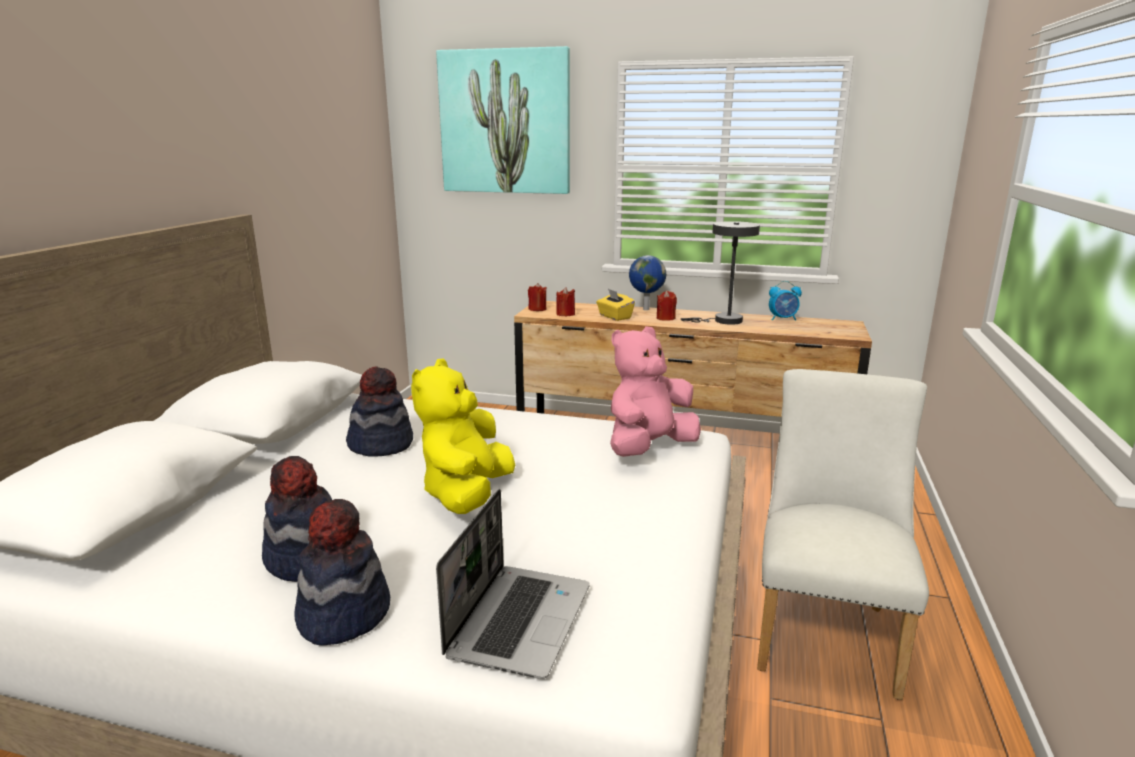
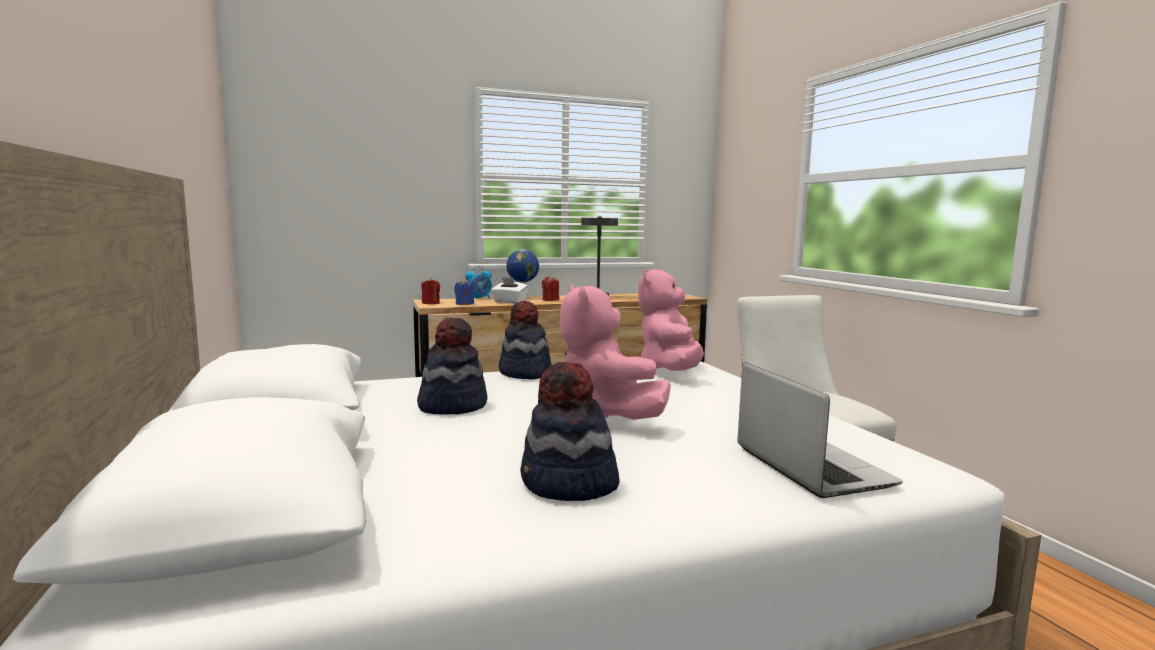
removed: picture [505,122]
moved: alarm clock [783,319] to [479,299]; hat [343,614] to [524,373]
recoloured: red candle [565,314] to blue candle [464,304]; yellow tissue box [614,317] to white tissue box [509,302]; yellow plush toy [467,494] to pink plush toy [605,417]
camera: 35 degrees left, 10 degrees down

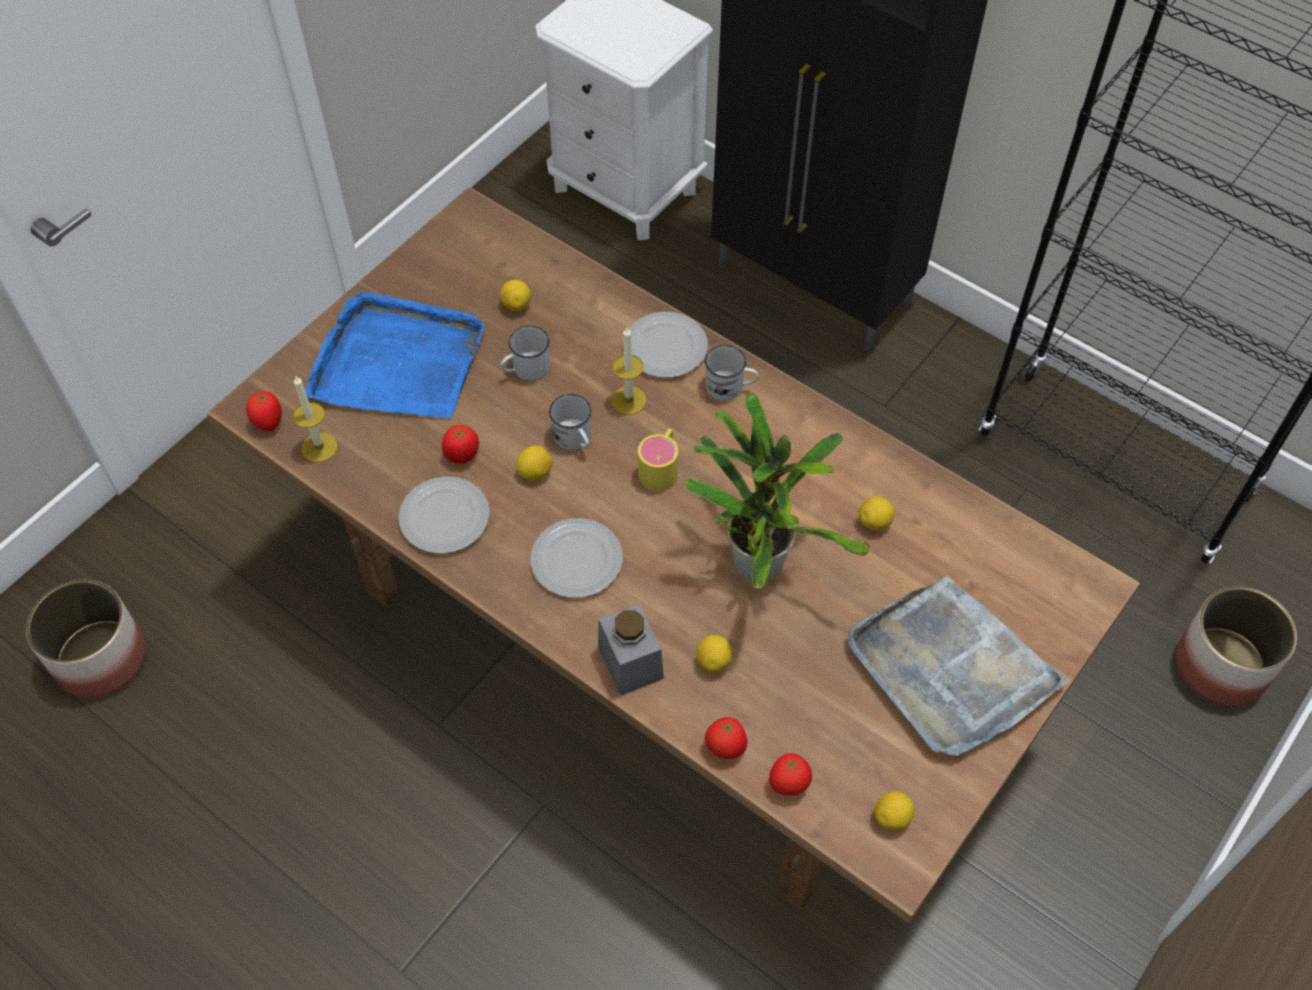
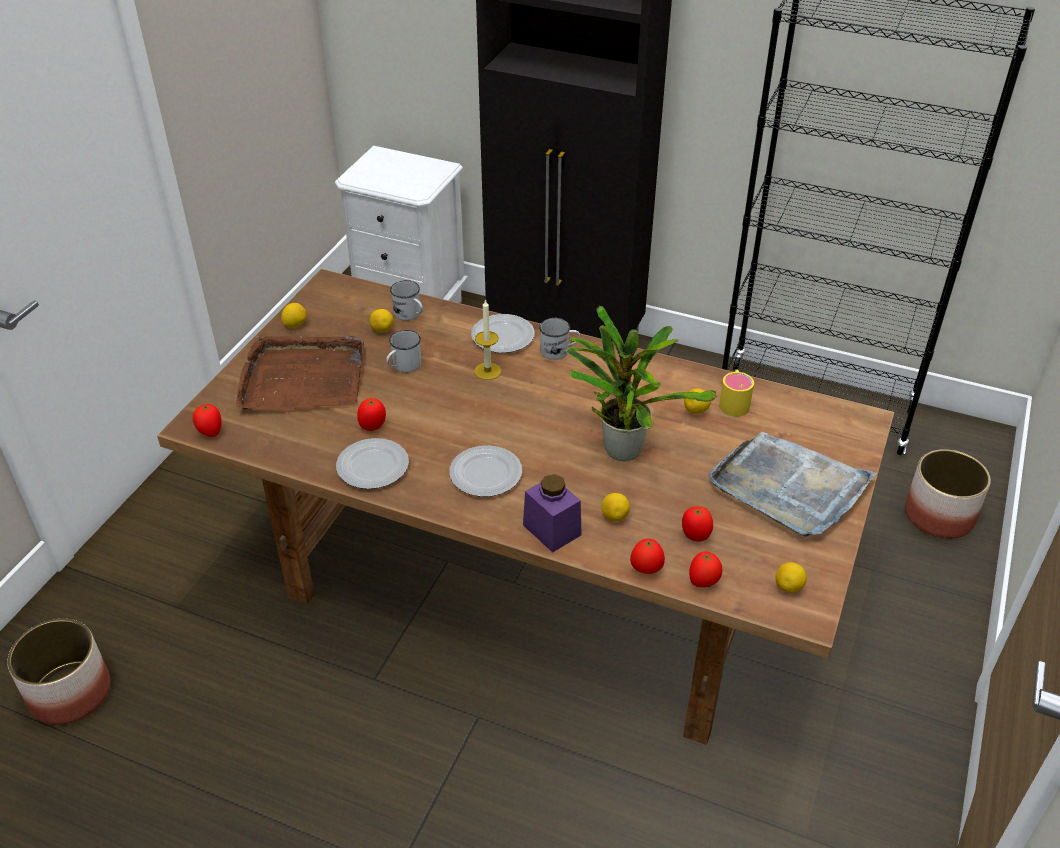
removed: candle [319,447]
added: tomato [695,535]
moved: lemon [535,472] to [295,324]; white mug [575,440] to [410,315]; yellow mug [661,467] to [734,401]
recoloured: blue tray [398,362] to brown tray [302,378]; grey jar [630,662] to purple jar [552,530]
camera: 15 degrees left, 15 degrees down

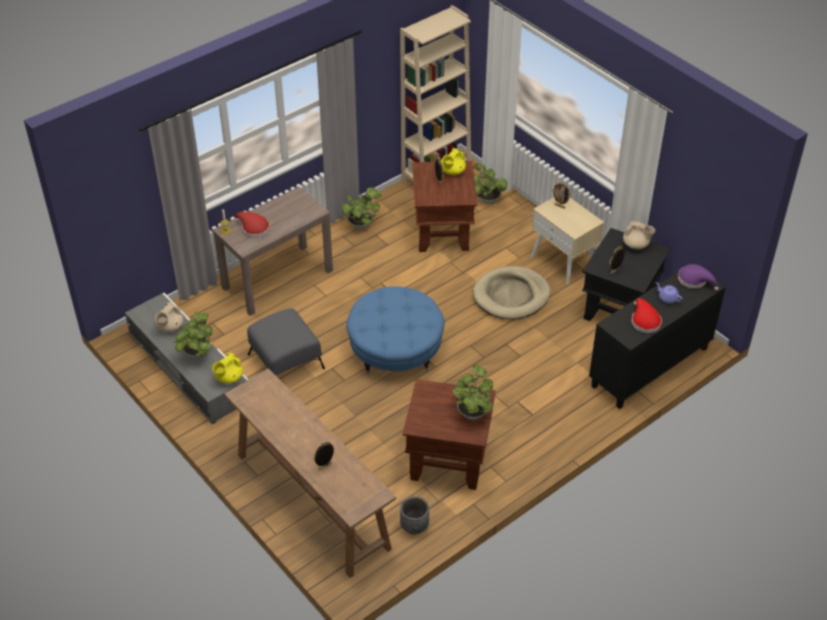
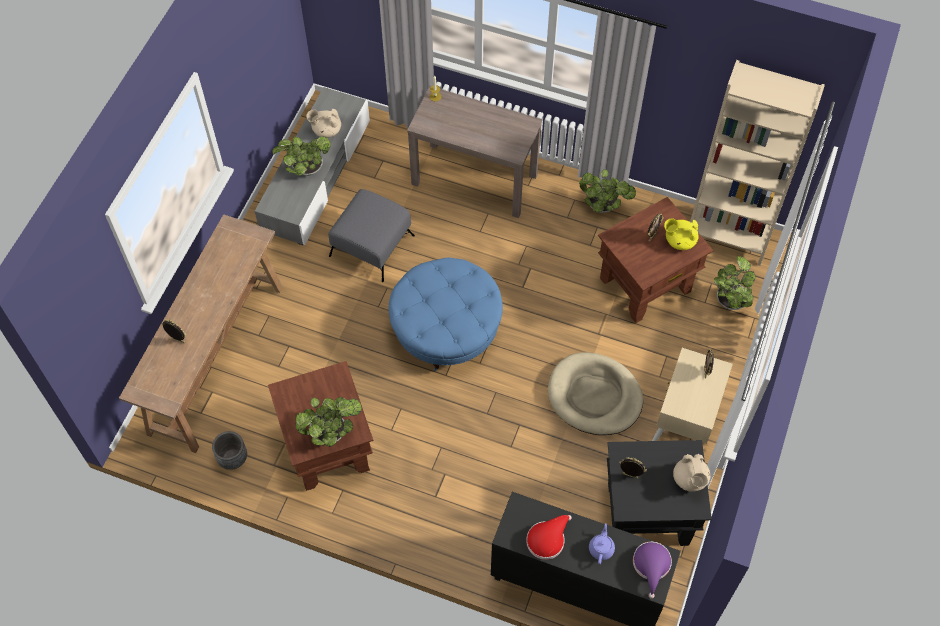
removed: yellow teapot [228,378]; red hat [253,228]
camera: 60 degrees right, 15 degrees up

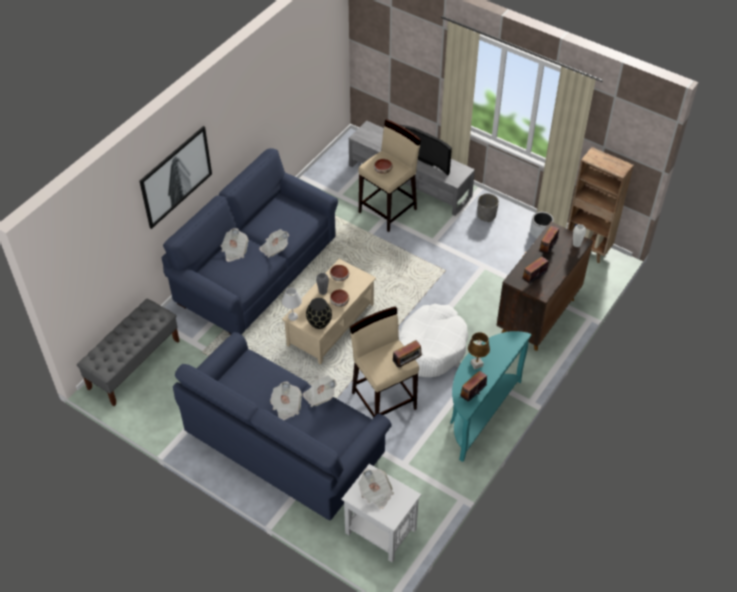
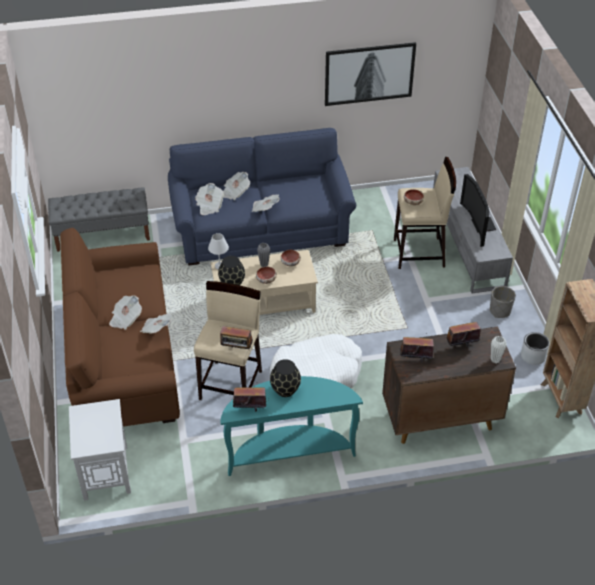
moved: newspaper [376,493] to [209,206]; picture [176,176] to [369,74]
replaced: brown table lamp [476,365] to black vase [285,390]
recoloured: blue sofa [284,444] to brown sofa [124,359]
camera: 45 degrees right, 5 degrees down

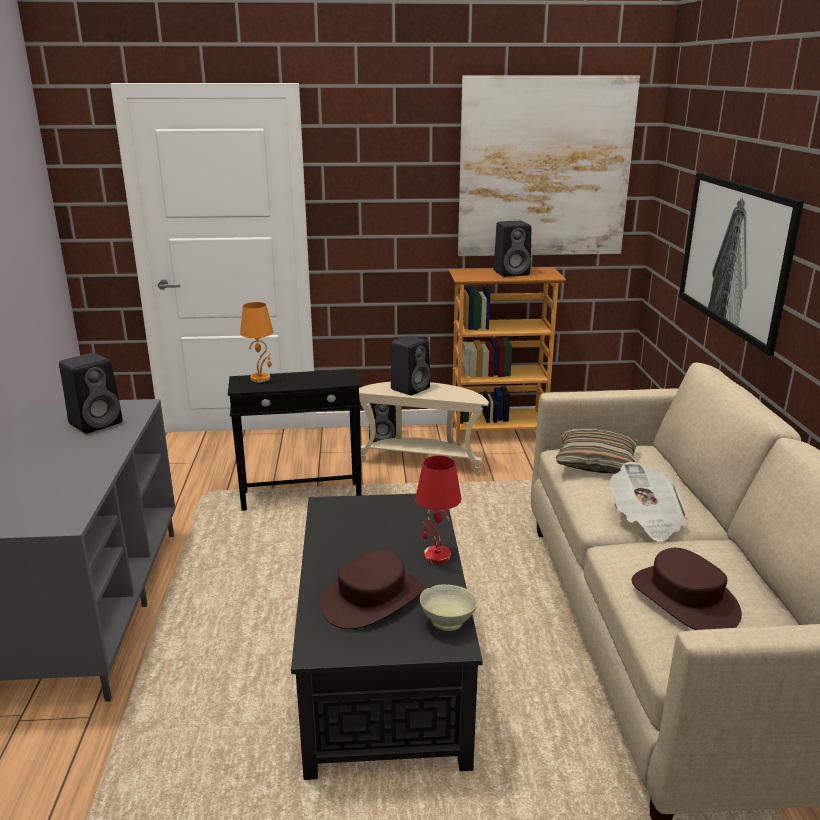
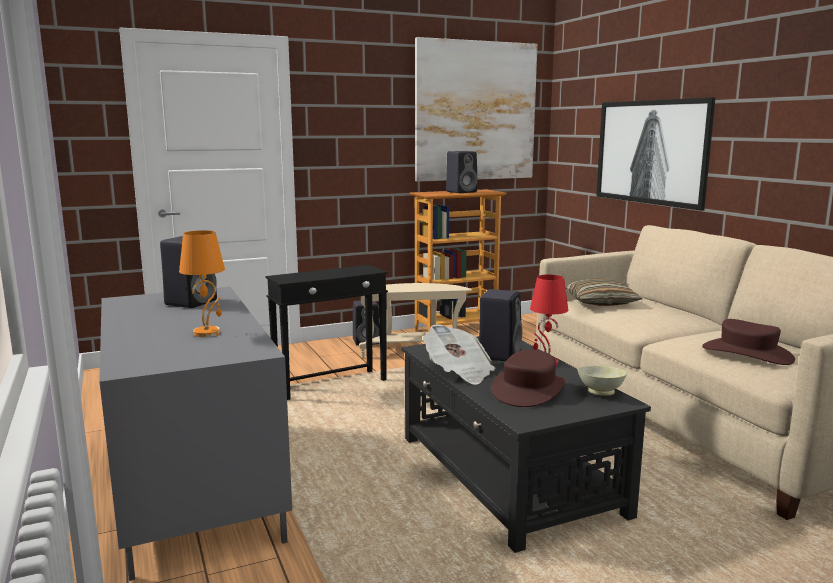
moved: orange table lamp [261,378] to [207,333]; newspaper [646,520] to [459,372]; black speaker [410,388] to [499,354]
camera: 20 degrees left, 10 degrees down

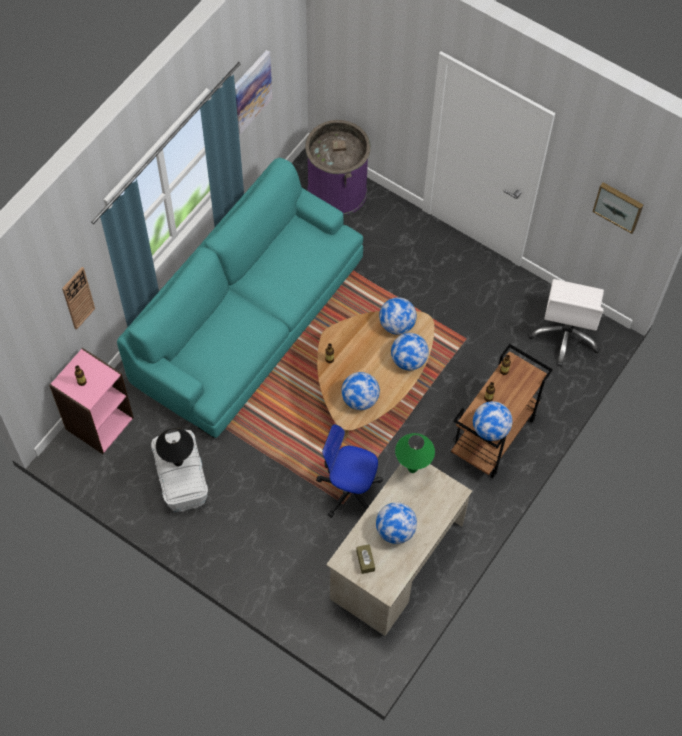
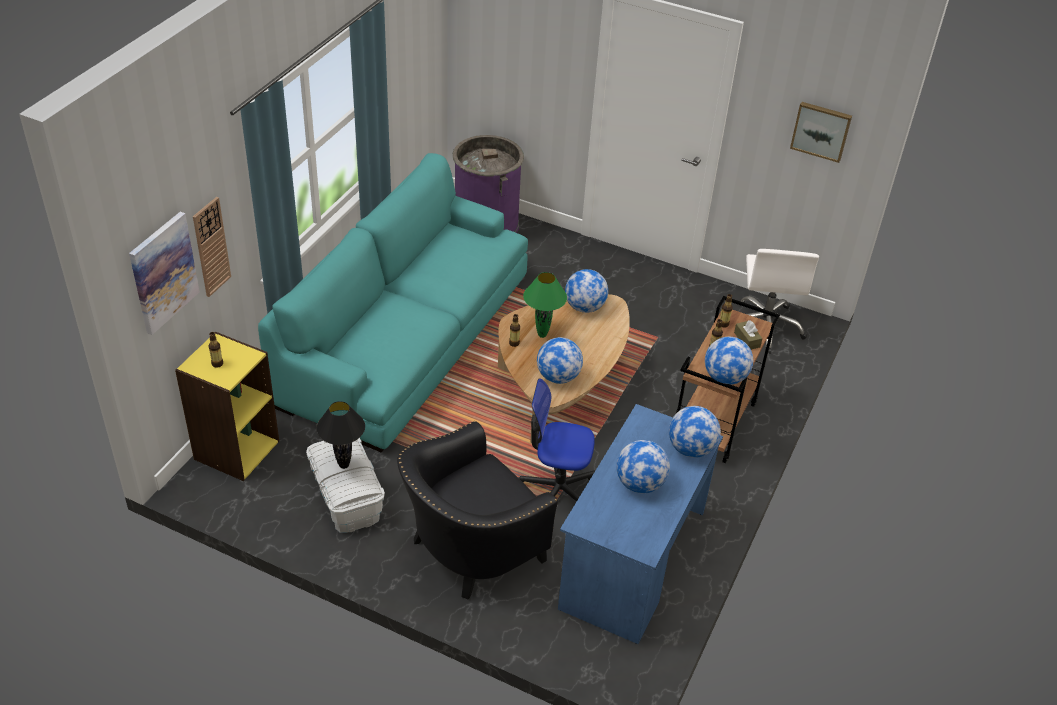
added: black armchair [469,551]
moved: picture [251,91] to [163,272]; green table lamp [412,470] to [542,335]; globe [408,360] to [691,449]; brown tissue box [365,560] to [747,340]
recoloured: pink bookcase [99,423] to yellow bookcase [236,449]; beige desk [396,562] to blue desk [632,560]
camera: 10 degrees left, 20 degrees down

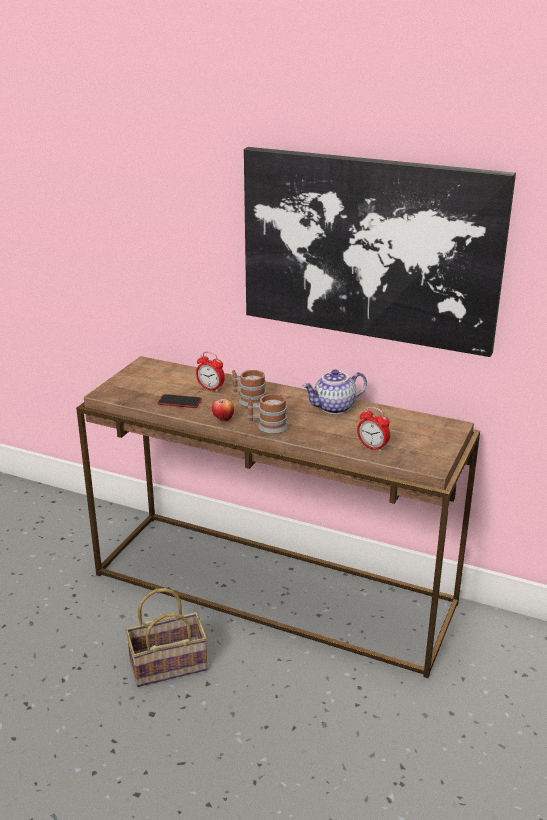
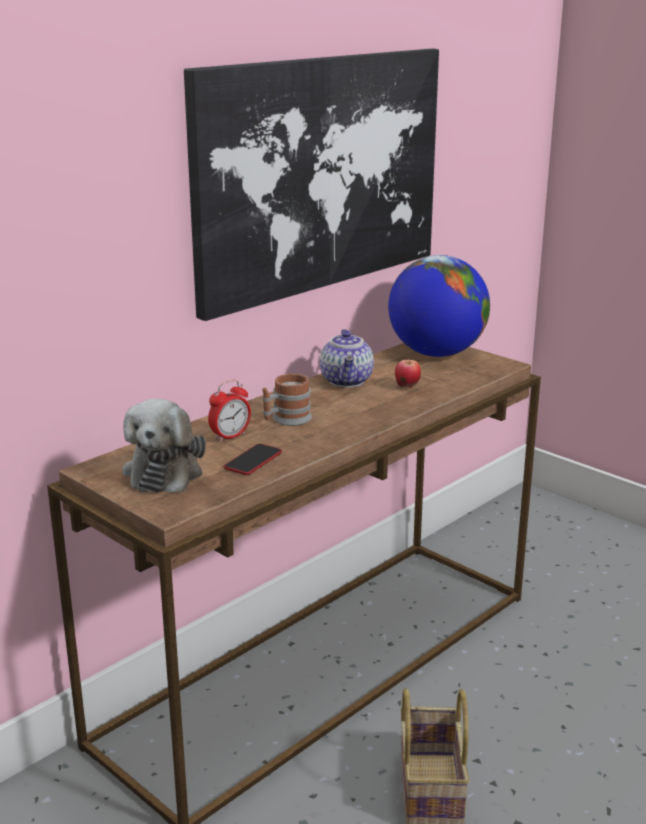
removed: mug [267,426]; alarm clock [372,447]
added: plush toy [165,471]; globe [436,353]
moved: apple [223,420] to [407,387]
camera: 70 degrees left, 5 degrees down

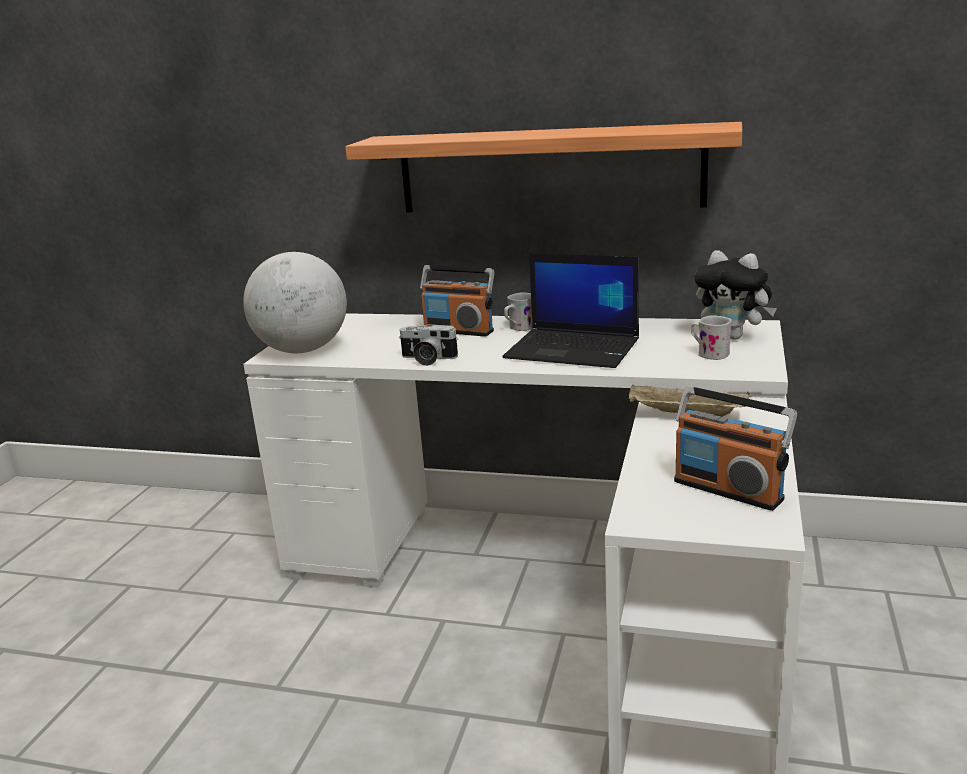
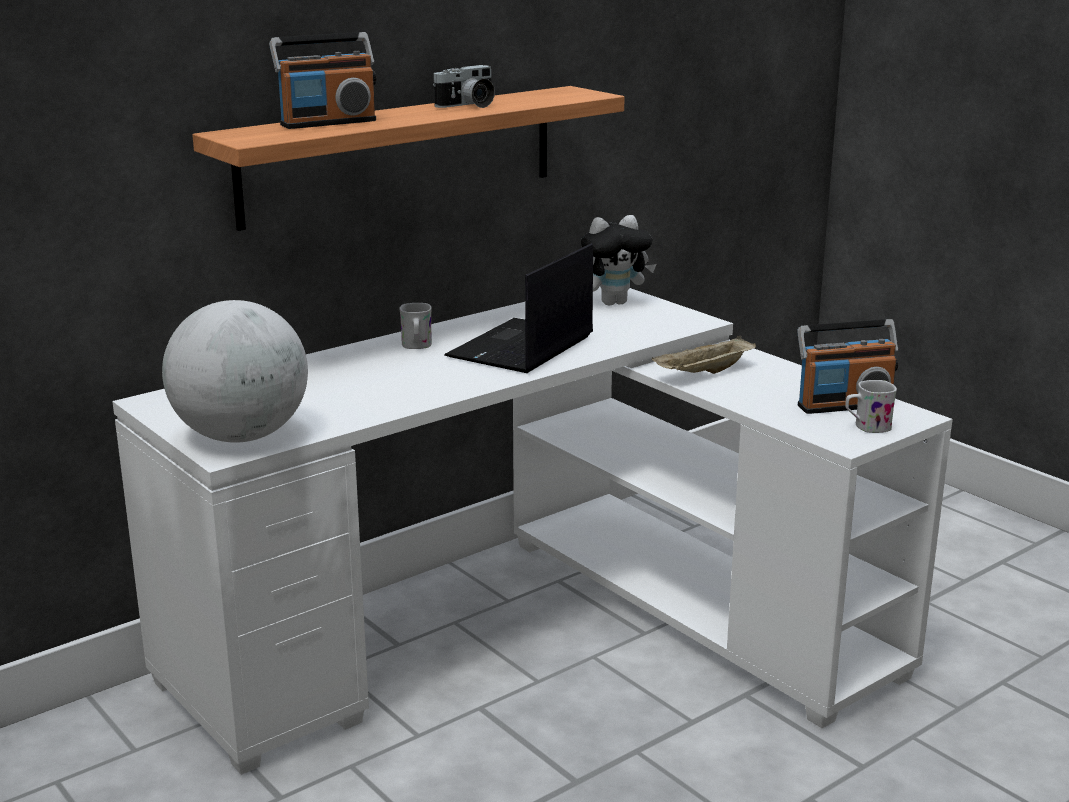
moved: radio [459,330] to [328,123]; photo camera [427,359] to [468,105]; white mug [709,354] to [866,427]
turned: laptop [574,349] = [521,348] 150 degrees clockwise
camera: 55 degrees left, 0 degrees up

